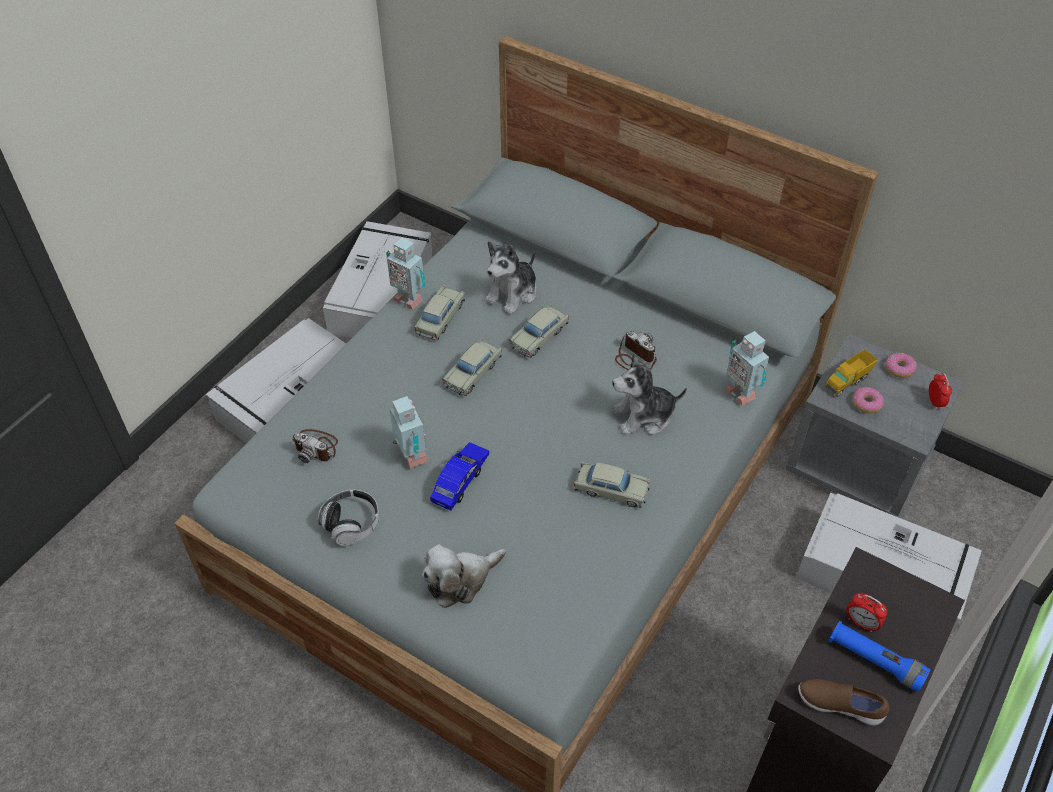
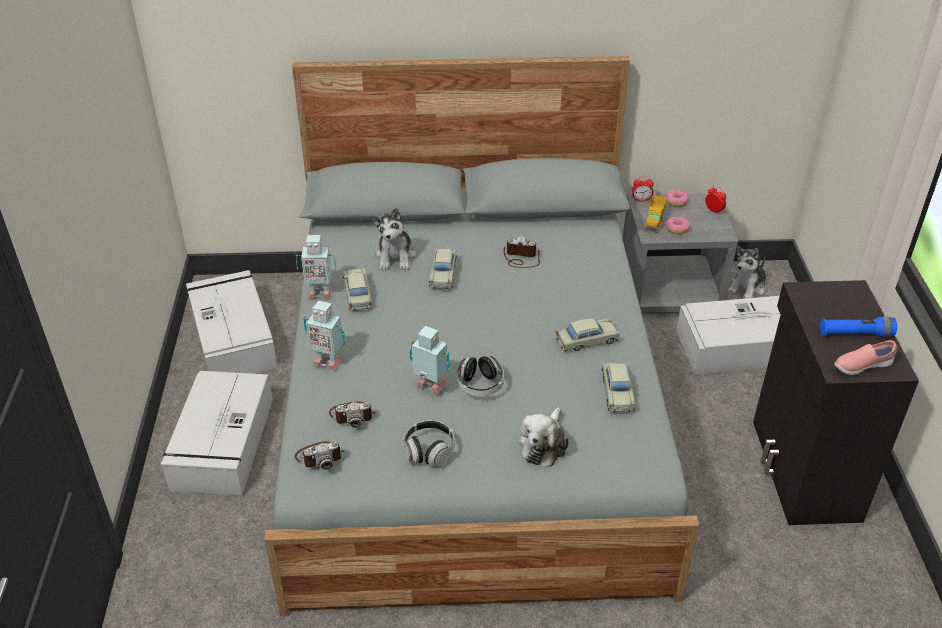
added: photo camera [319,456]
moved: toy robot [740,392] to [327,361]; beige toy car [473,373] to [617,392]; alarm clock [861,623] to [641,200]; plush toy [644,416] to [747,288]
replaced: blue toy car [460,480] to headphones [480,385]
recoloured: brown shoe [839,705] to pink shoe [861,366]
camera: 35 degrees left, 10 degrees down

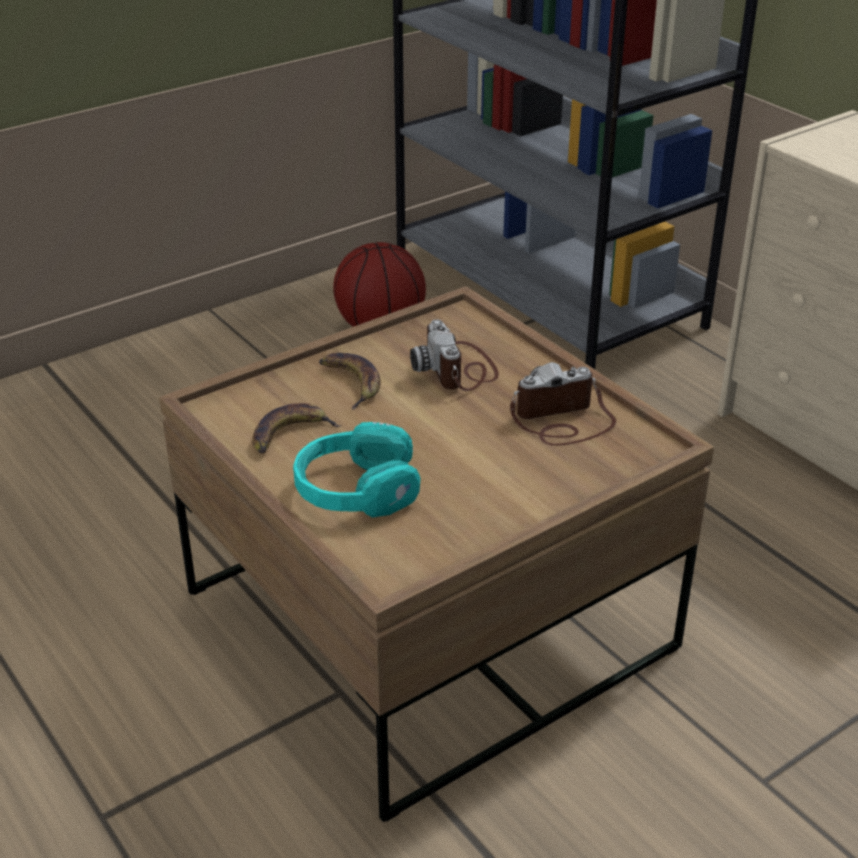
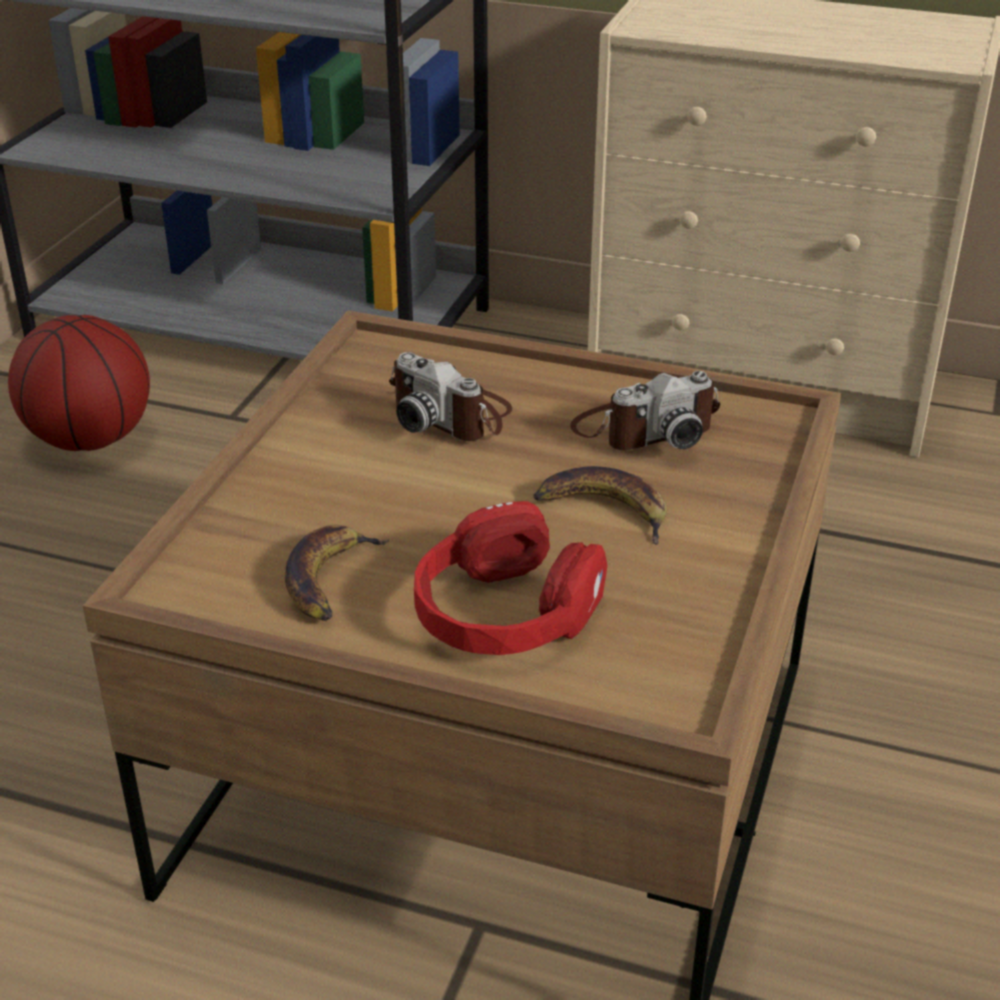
moved: banana [351,382] to [603,510]
recoloured: turquoise headphones [356,490] to red headphones [505,614]
turned: photo camera [562,421] = [644,428] 150 degrees counterclockwise
camera: 35 degrees left, 0 degrees up

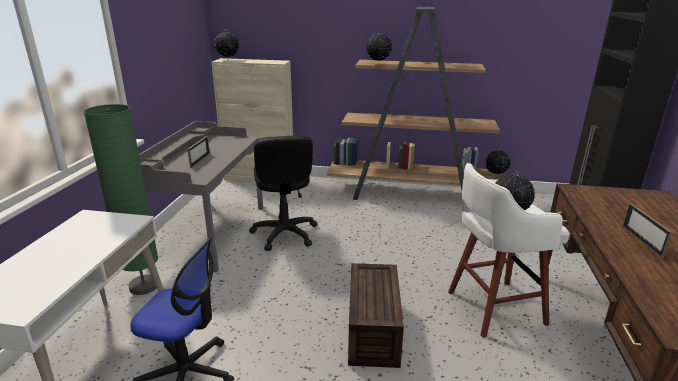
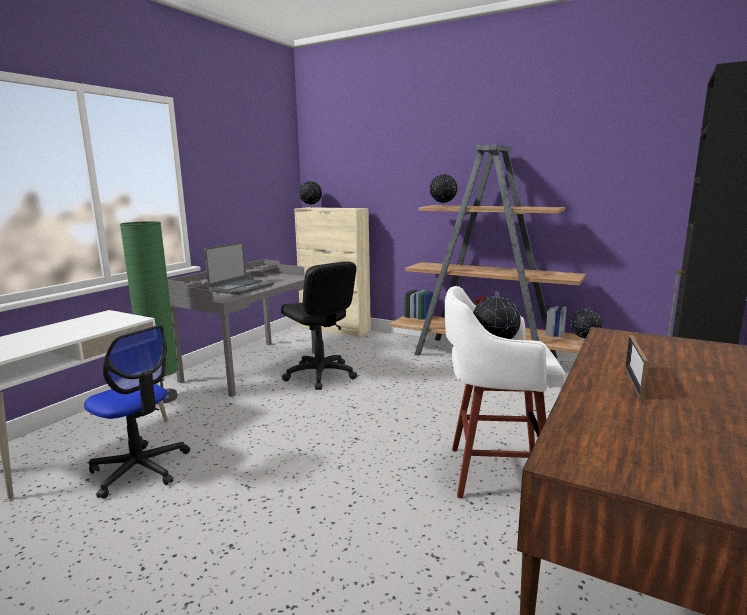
removed: brown storage box [374,331]
replaced: picture frame [200,160] to laptop [241,288]
turned: black office chair [284,234] = [320,375] 45 degrees counterclockwise
camera: 20 degrees right, 10 degrees down

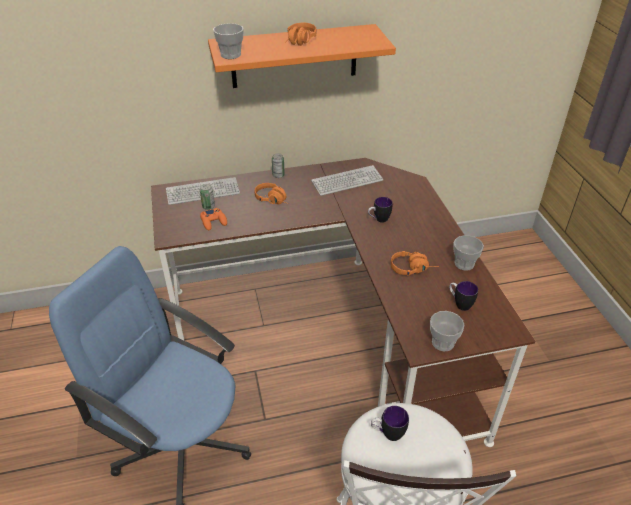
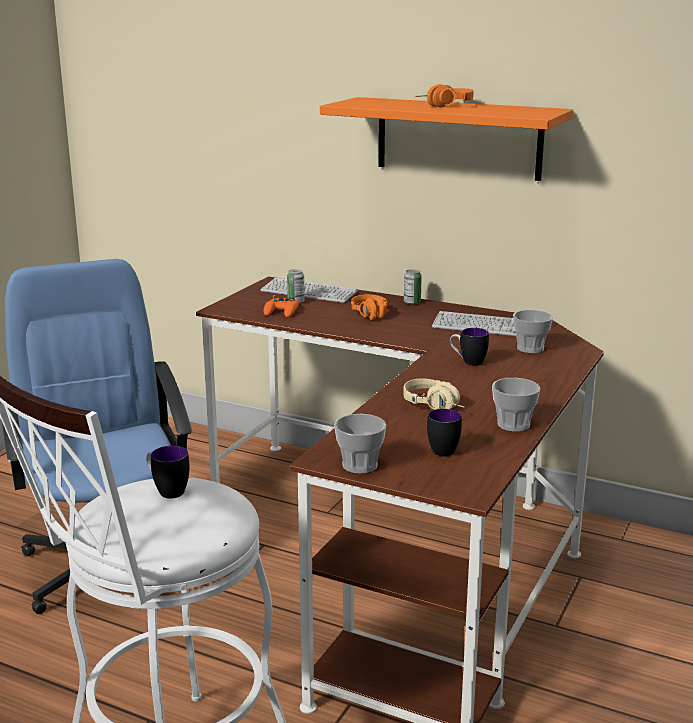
moved: cup [230,55] to [530,348]
recoloured: orange headphones [413,268] to beige headphones [437,406]
camera: 40 degrees right, 20 degrees down

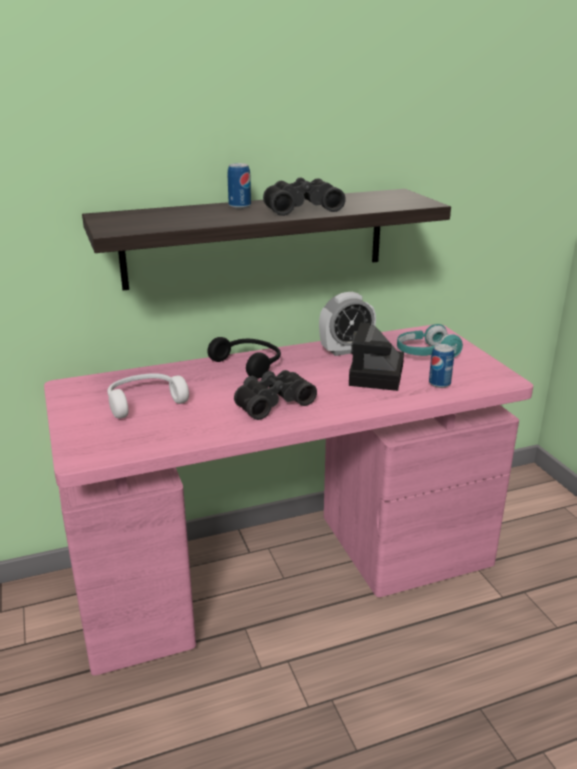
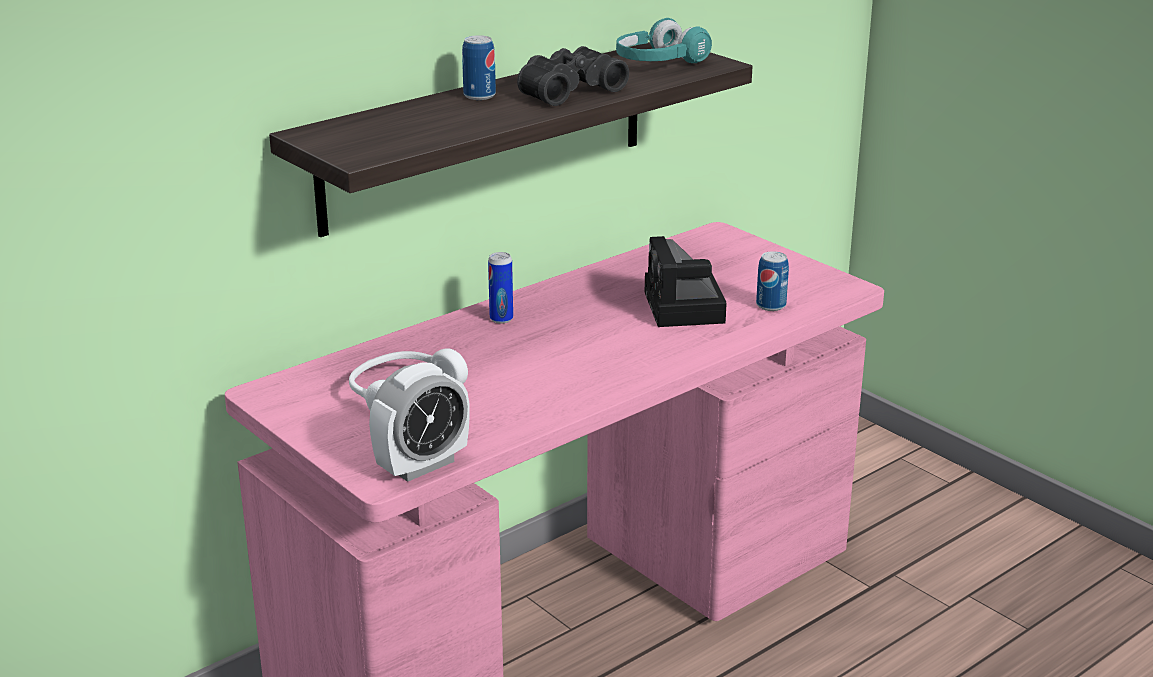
removed: black binoculars [271,402]
moved: alarm clock [346,350] to [422,465]; turquoise headphones [425,353] to [658,62]
replaced: black headphones [249,364] to can [501,319]
camera: 20 degrees left, 0 degrees up

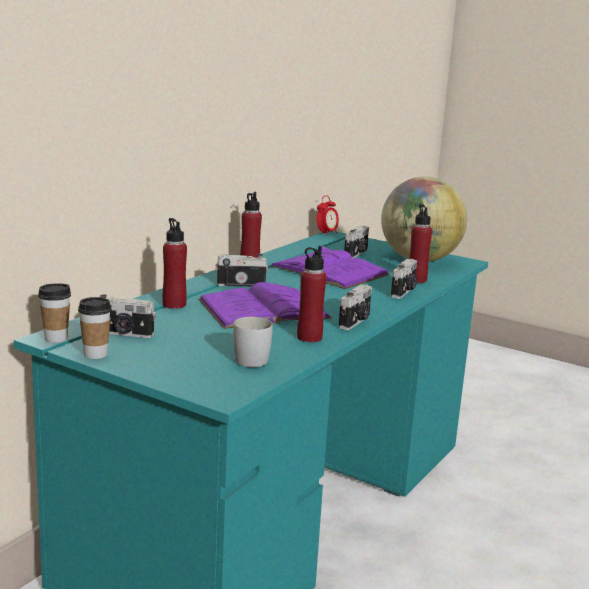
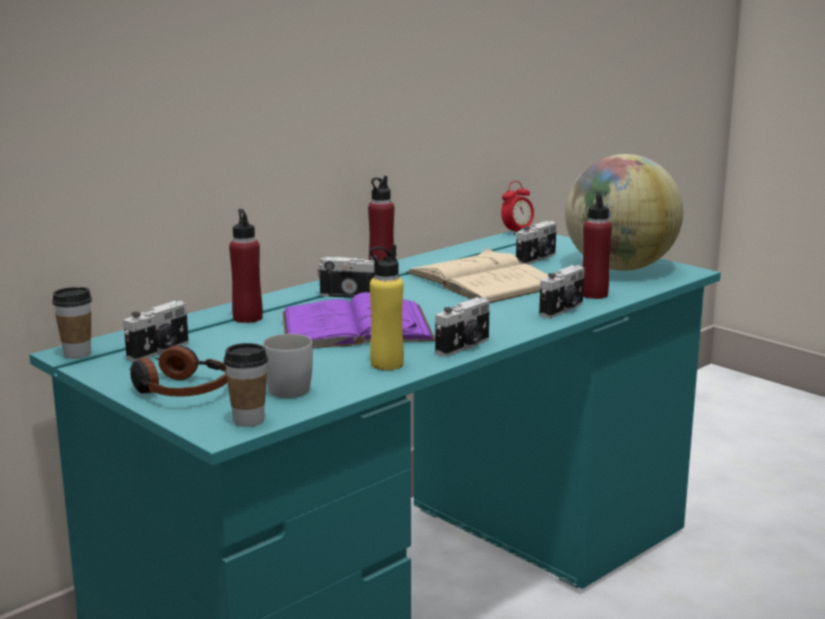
added: headphones [179,390]
moved: cup [95,354] to [248,420]
recoloured: red bottle [309,337] to yellow bottle [386,364]; purple book [329,270] to beige book [482,279]
turned: photo camera [124,334] = [160,351] 75 degrees counterclockwise
camera: 15 degrees right, 0 degrees up

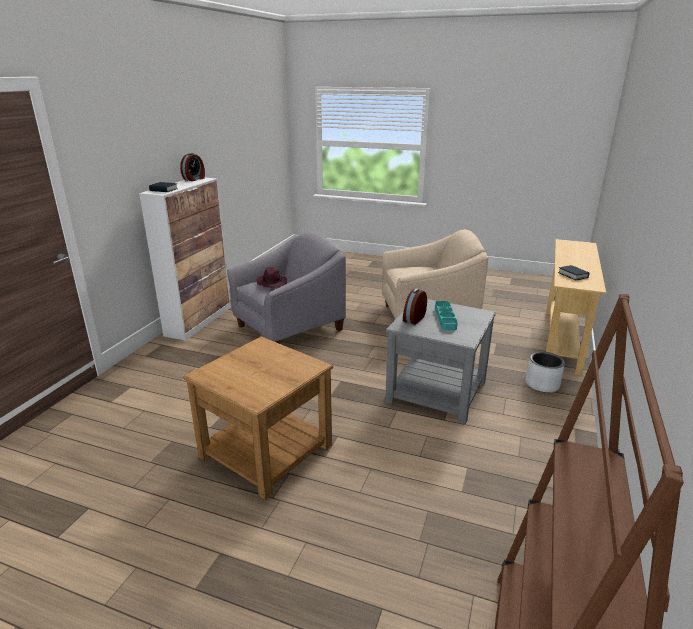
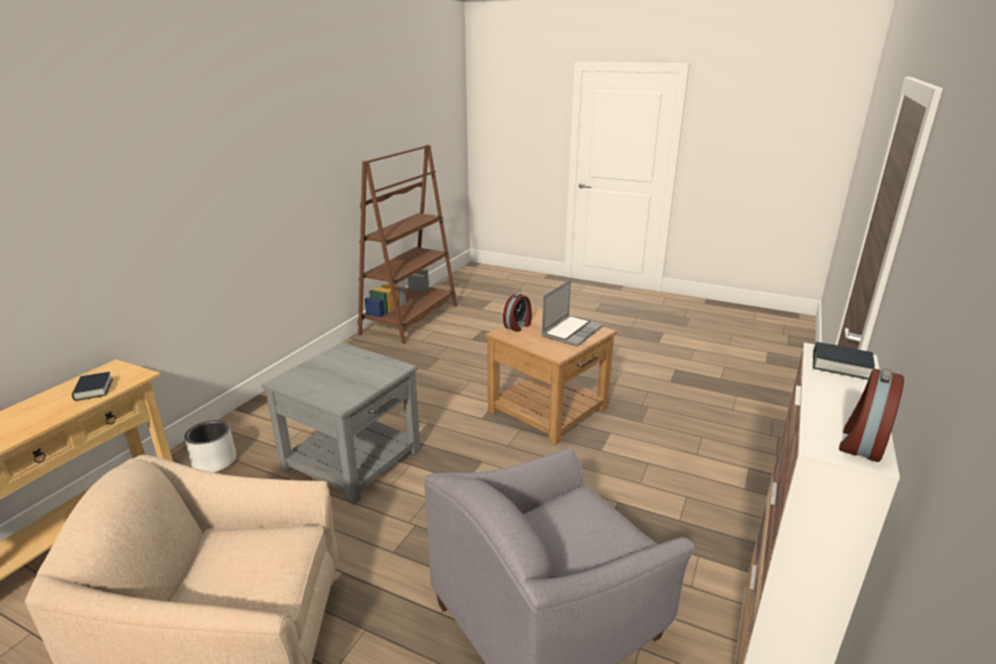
removed: purple hat [271,283]; turquoise tray [445,318]
added: laptop [571,331]
moved: alarm clock [413,319] to [518,326]
camera: 175 degrees left, 0 degrees up

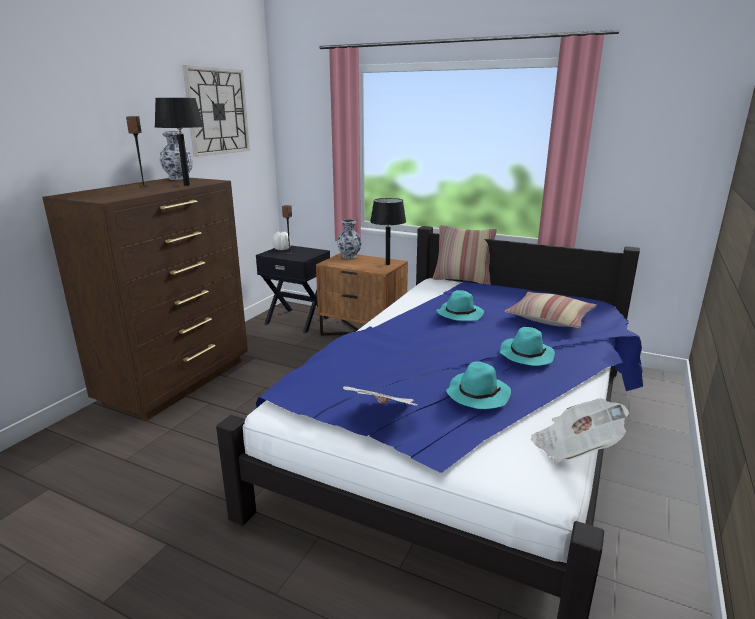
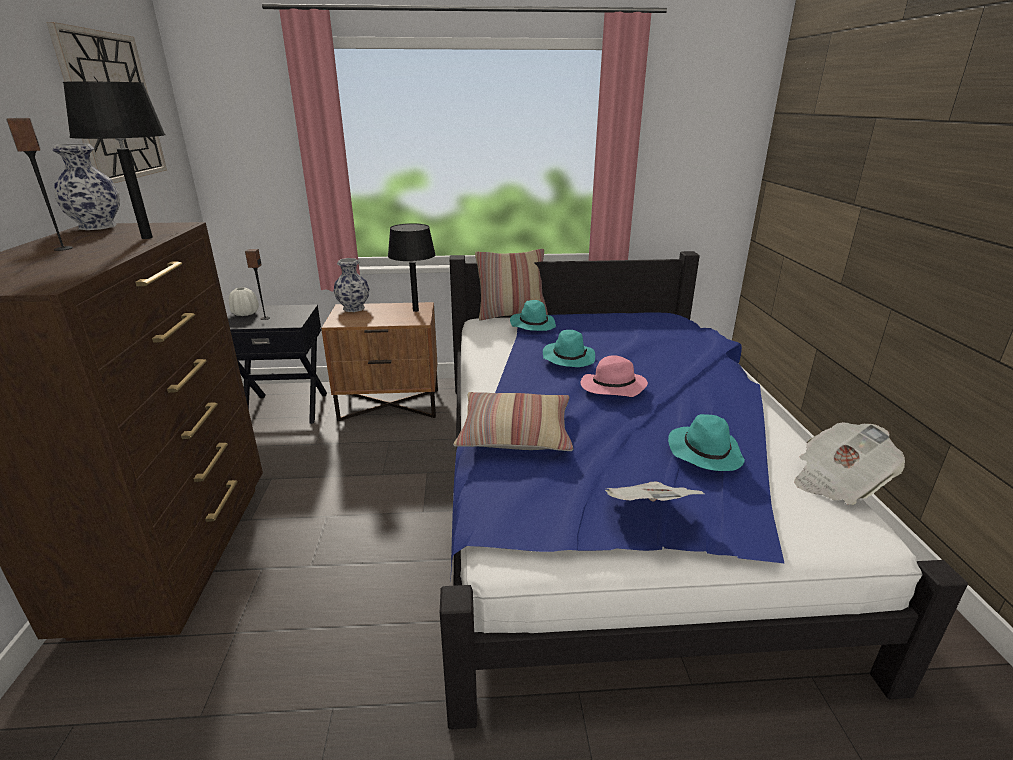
added: pink hat [612,388]
moved: pillow [550,318] to [515,433]; turquoise hat [526,355] to [532,325]
camera: 30 degrees left, 5 degrees up

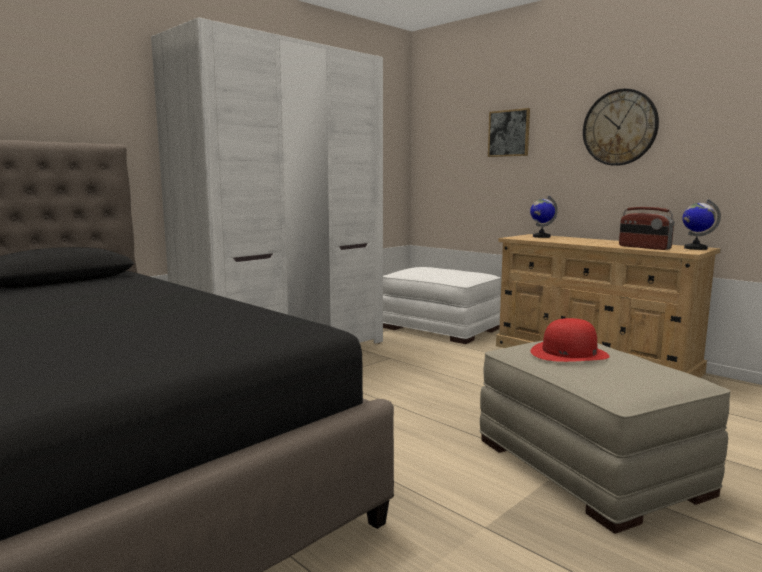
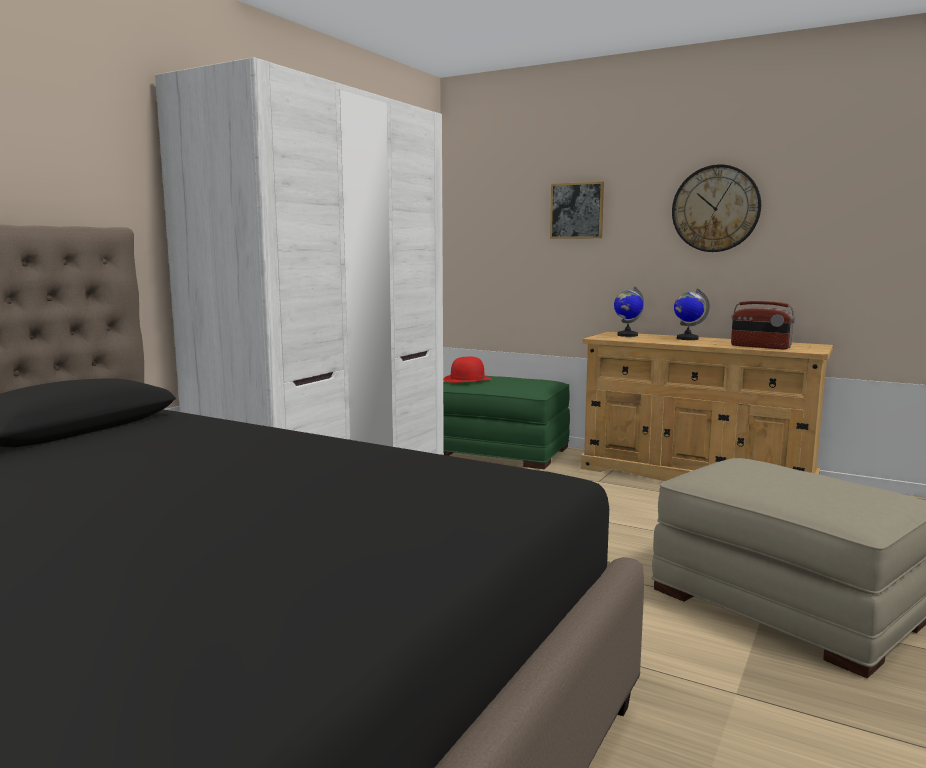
moved: red hat [569,353] to [467,379]; globe [695,248] to [687,338]
recoloured: white ottoman [440,328] to green ottoman [499,451]
camera: 15 degrees left, 0 degrees up

